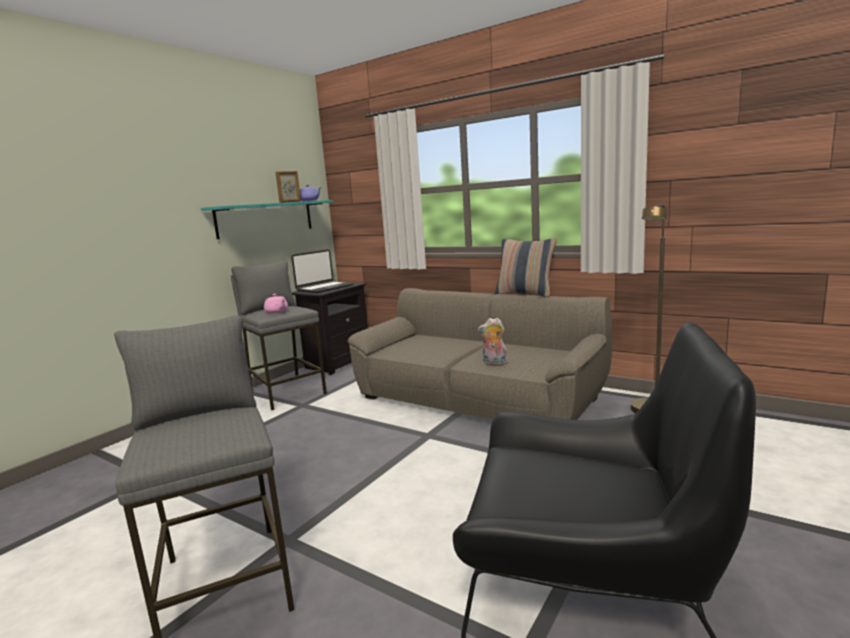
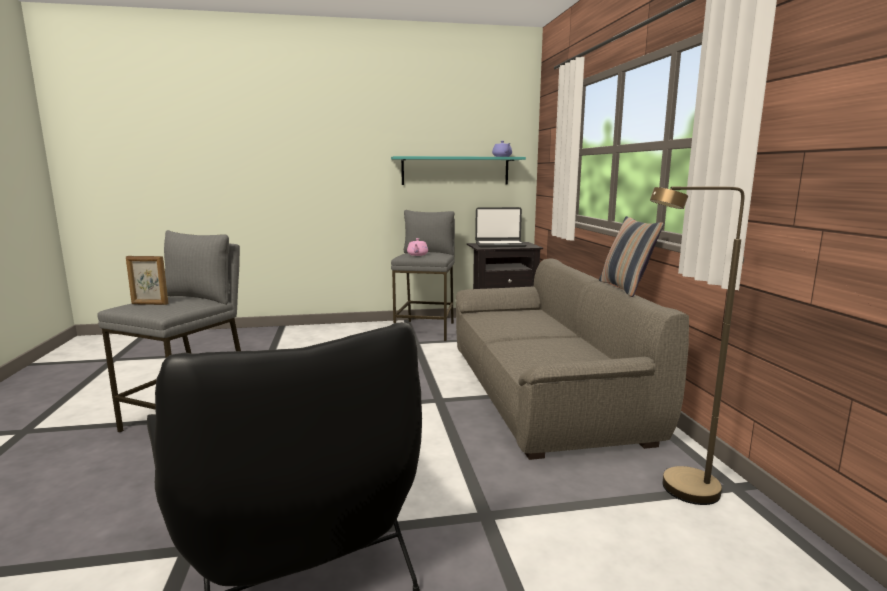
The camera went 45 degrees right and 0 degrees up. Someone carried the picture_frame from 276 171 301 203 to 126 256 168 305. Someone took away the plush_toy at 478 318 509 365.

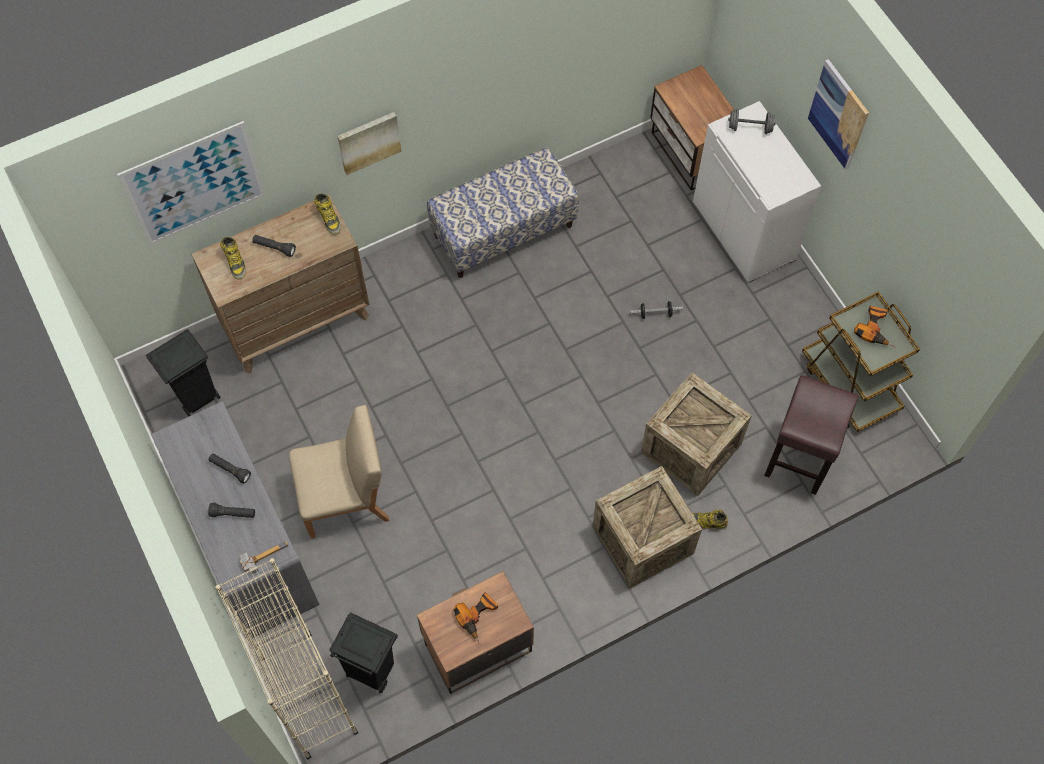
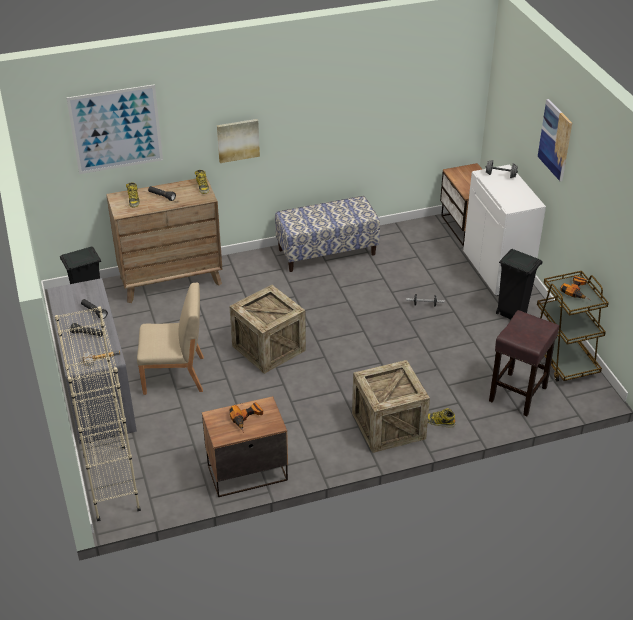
The camera went 10 degrees right and 25 degrees down. Someone carried the crate from 641 372 752 496 to 229 285 306 374. Someone carried the black_trash_can from 329 613 398 693 to 496 249 543 319.

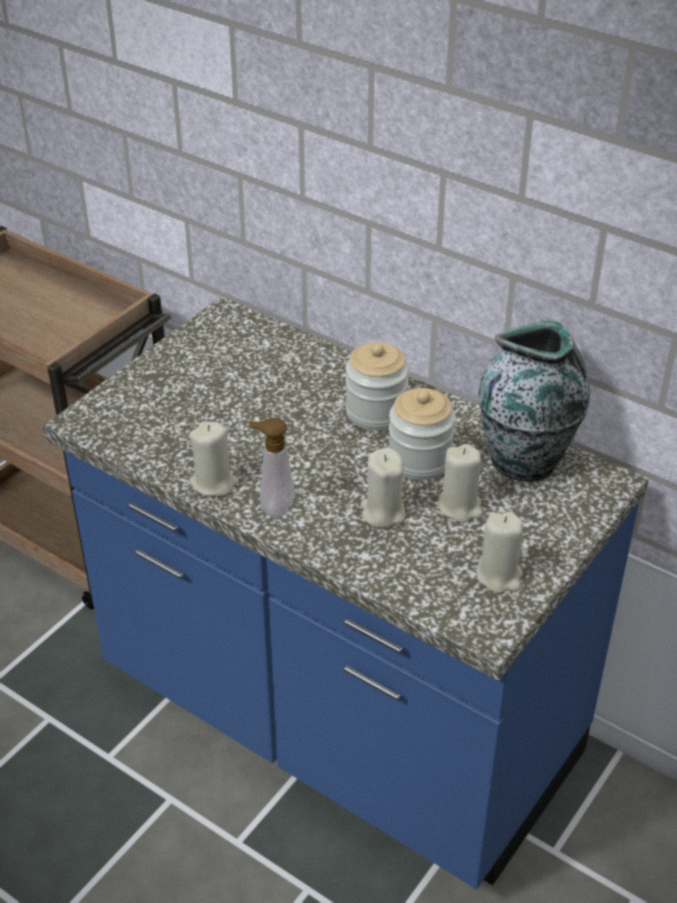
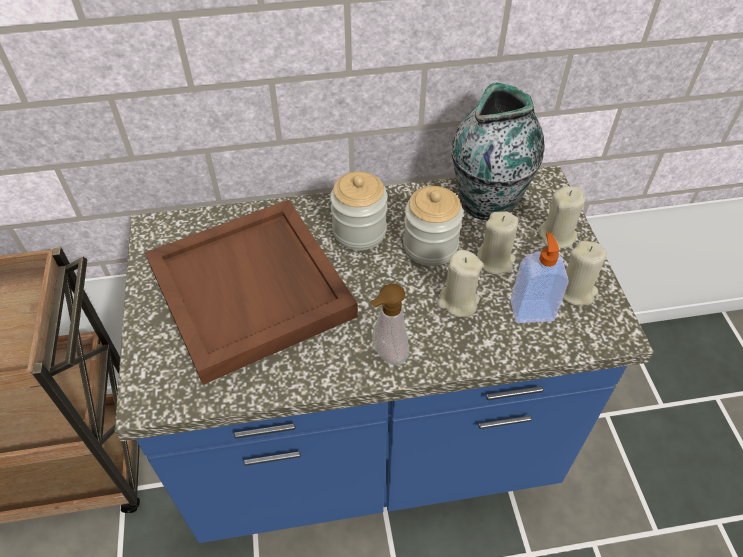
The camera went 45 degrees left and 10 degrees up. Someone carried the beige_candle from 189 422 239 496 to 538 186 585 248. Someone put down the brown_tray at 145 200 358 385. Someone put down the soap_dispenser at 510 233 569 323.

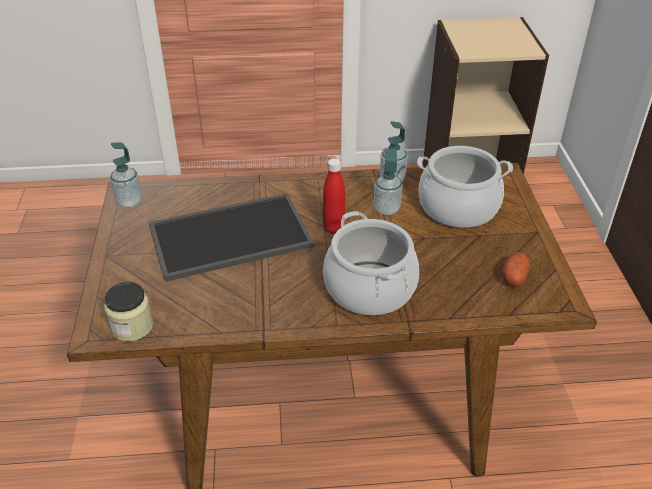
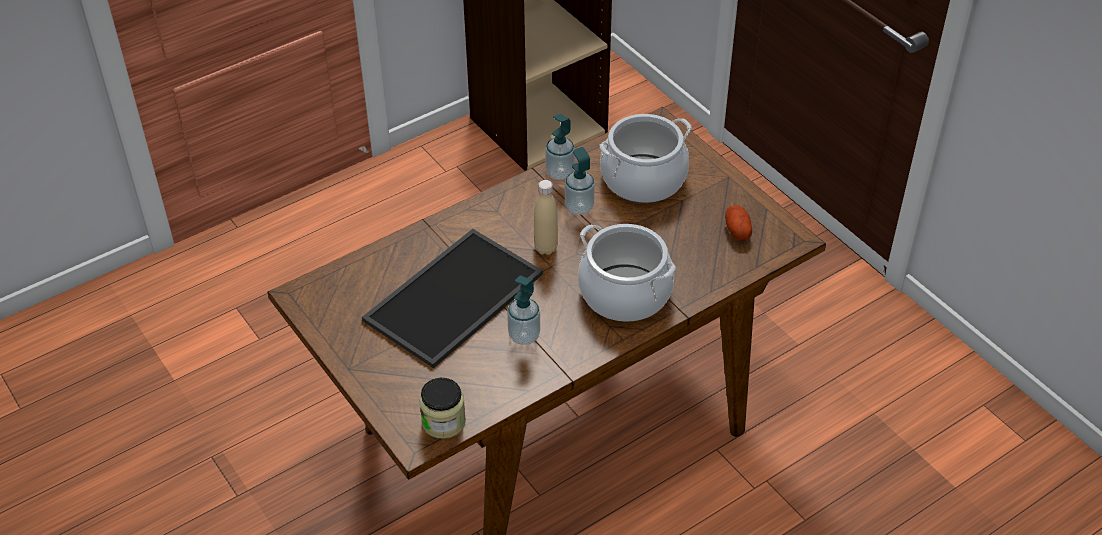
The camera went 30 degrees left and 5 degrees up. Someone carried the soap_dispenser from 110 142 142 207 to 507 275 540 345. Someone repainted the red_bottle at 323 158 345 234, which became the beige_bottle at 534 180 558 255.

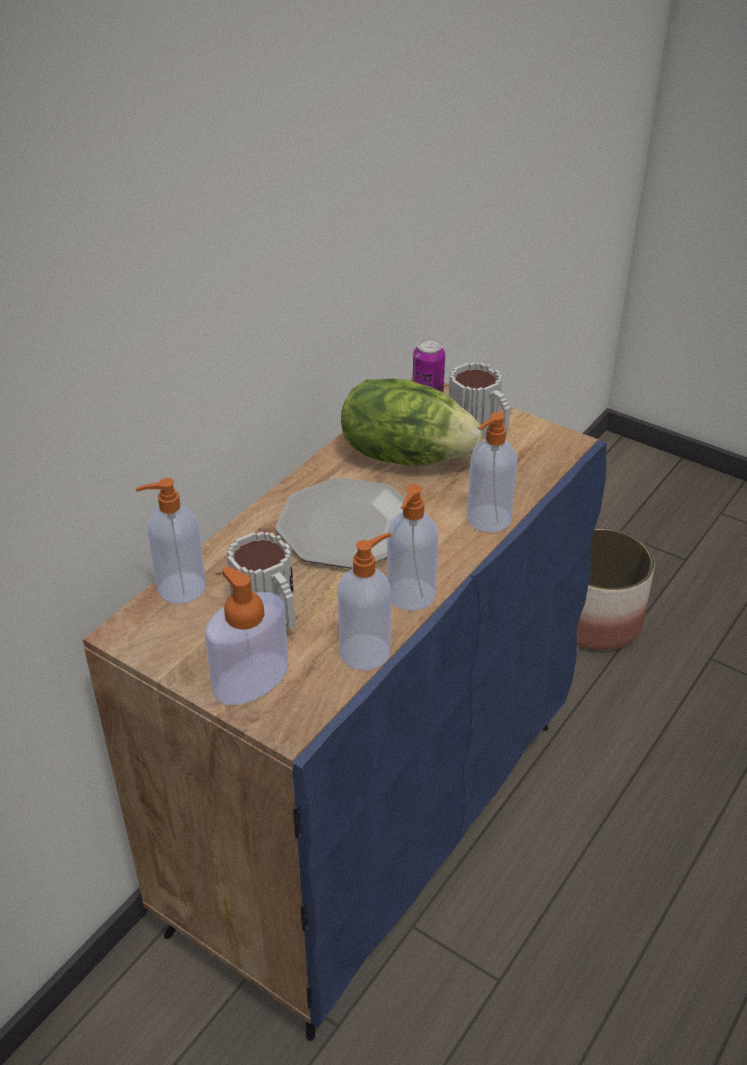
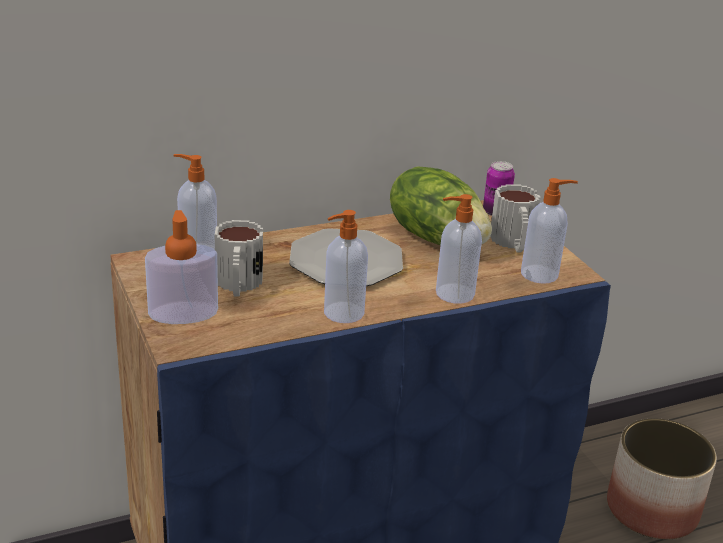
The camera went 30 degrees right and 10 degrees down. Someone carried the soap_dispenser from 338 532 391 670 to 521 178 578 284.

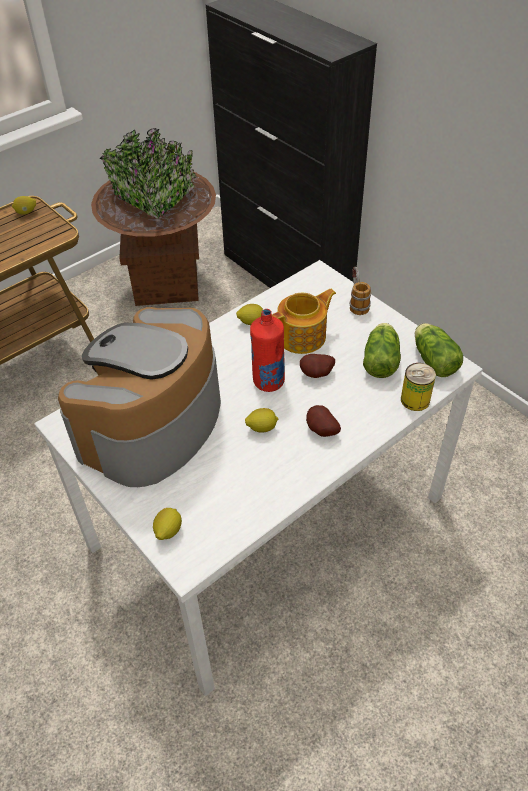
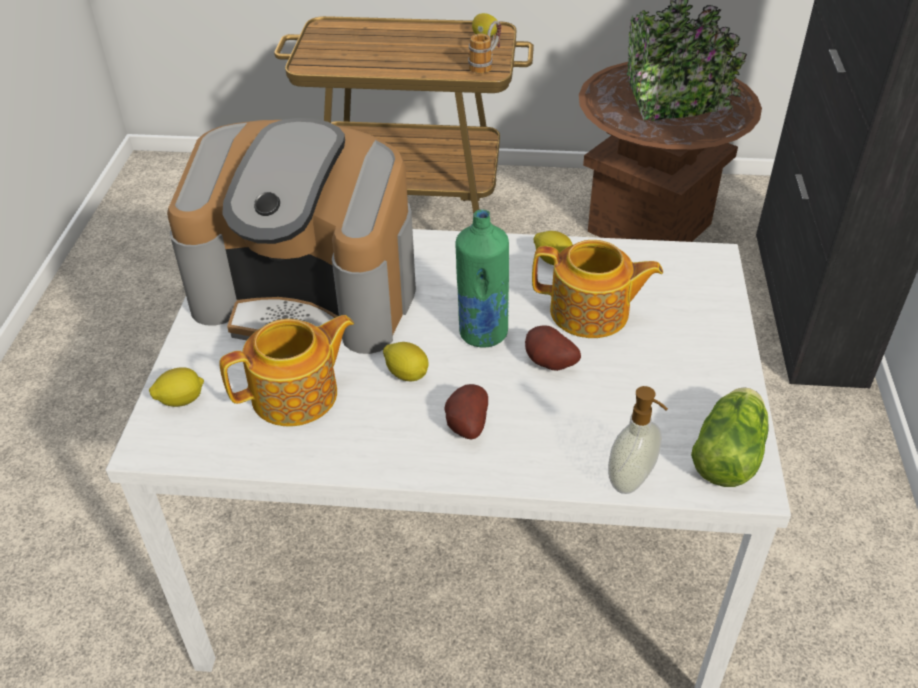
The camera went 45 degrees right and 5 degrees down. Someone carried the mug from 349 267 371 315 to 468 21 501 74. Someone rotated the coffee_machine at 58 307 221 487 by 150 degrees counterclockwise. Someone repainted the red_bottle at 250 309 285 392, which became the green_bottle at 456 209 509 348. Someone took away the lettuce at 363 323 401 378. Someone swapped the can at 401 363 436 411 for the soap_dispenser at 608 386 668 494. Someone put down the teapot at 219 315 354 426.

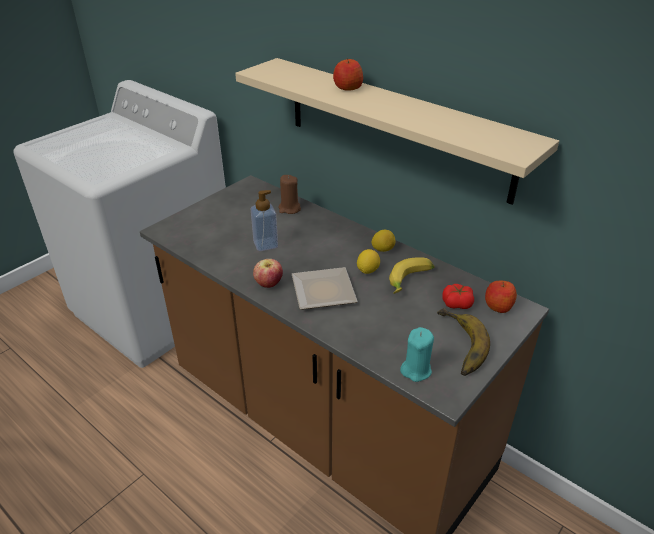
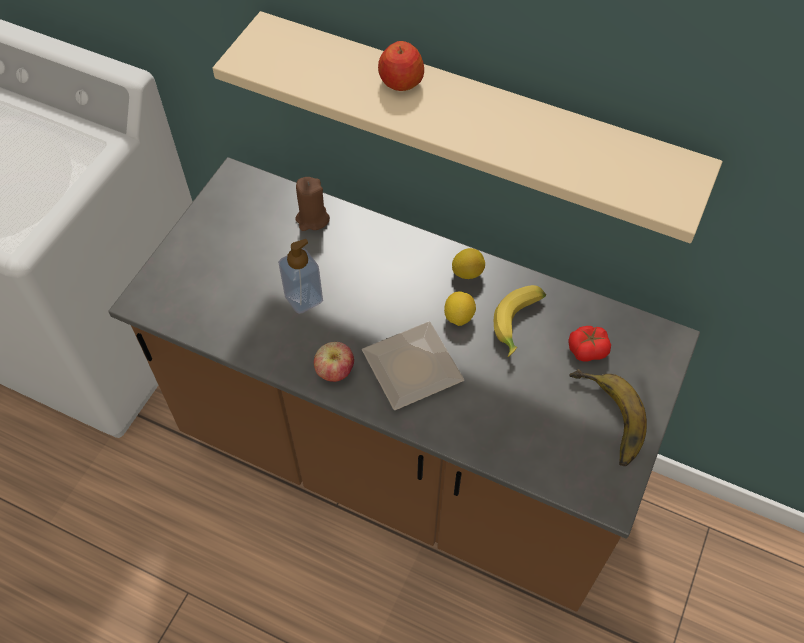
The camera went 15 degrees left and 20 degrees up. Someone took away the apple at 485 281 517 313. Someone took away the turquoise_candle at 400 327 434 382.

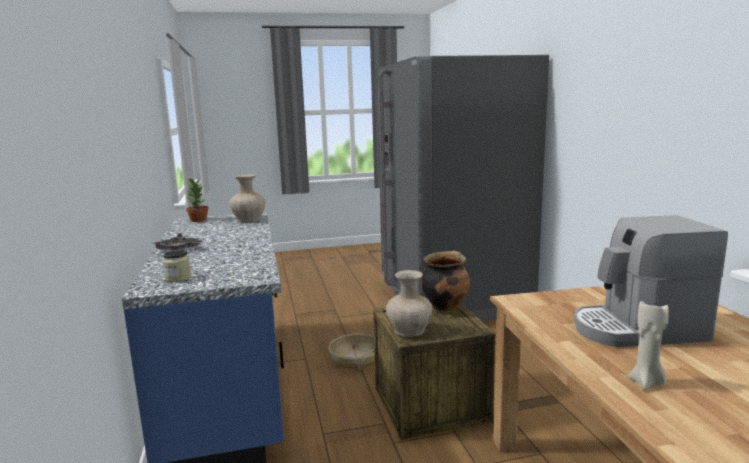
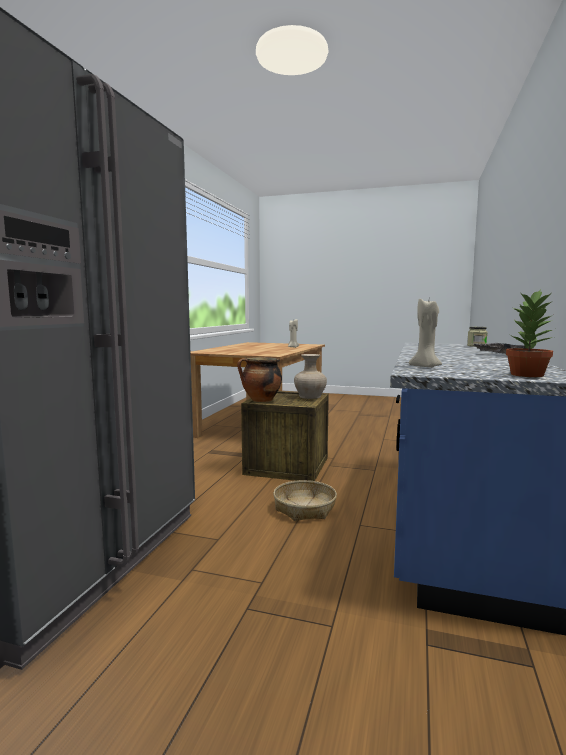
The camera went 150 degrees left and 5 degrees down. Someone swapped the beige_vase at 230 174 265 222 for the beige_candle at 409 299 442 368. Someone took away the coffee_machine at 574 215 728 347.

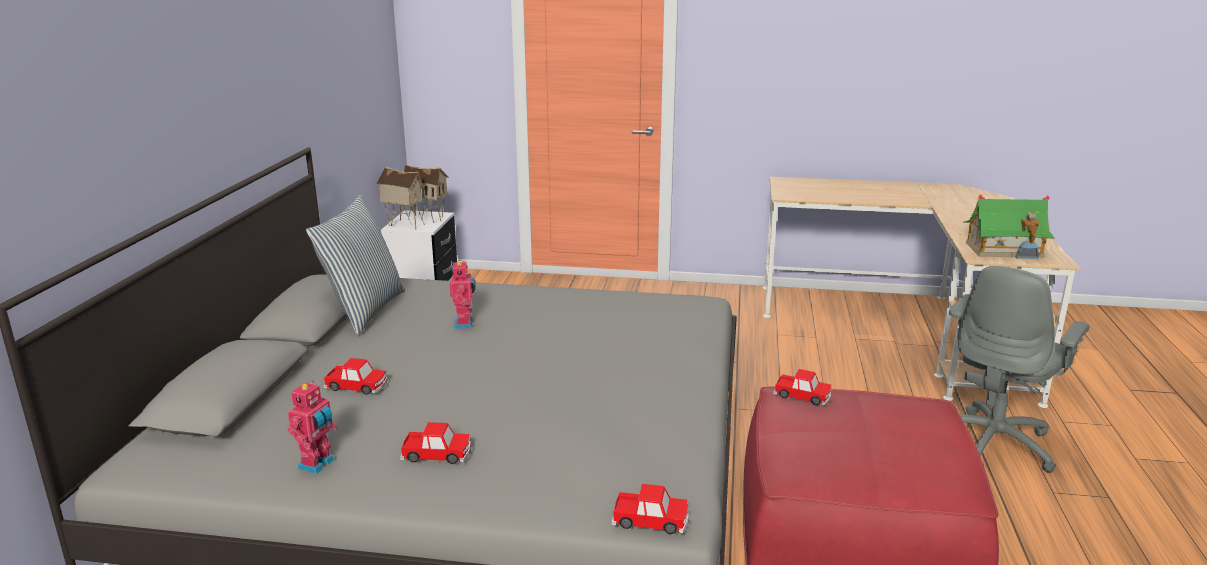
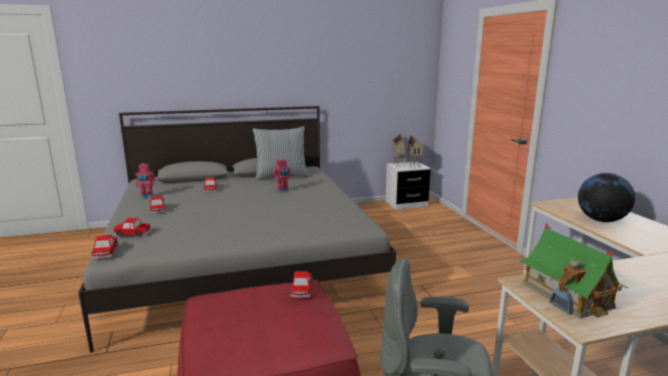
The camera went 65 degrees right and 5 degrees down. Someone put down the globe at 578 173 635 222. Someone put down the toy_car at 114 217 152 237.

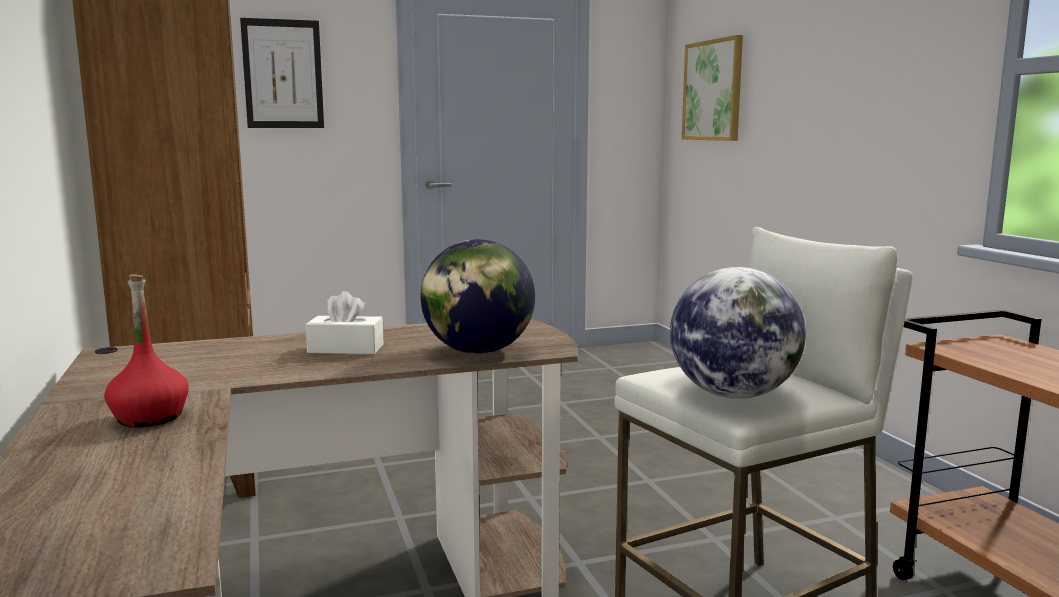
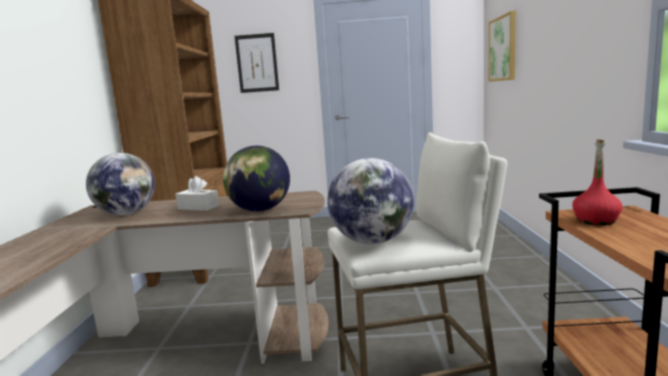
The camera went 20 degrees right and 0 degrees up. Someone carried the red_bottle from 104 274 189 428 to 572 139 622 225. Someone put down the globe at 86 153 155 215.

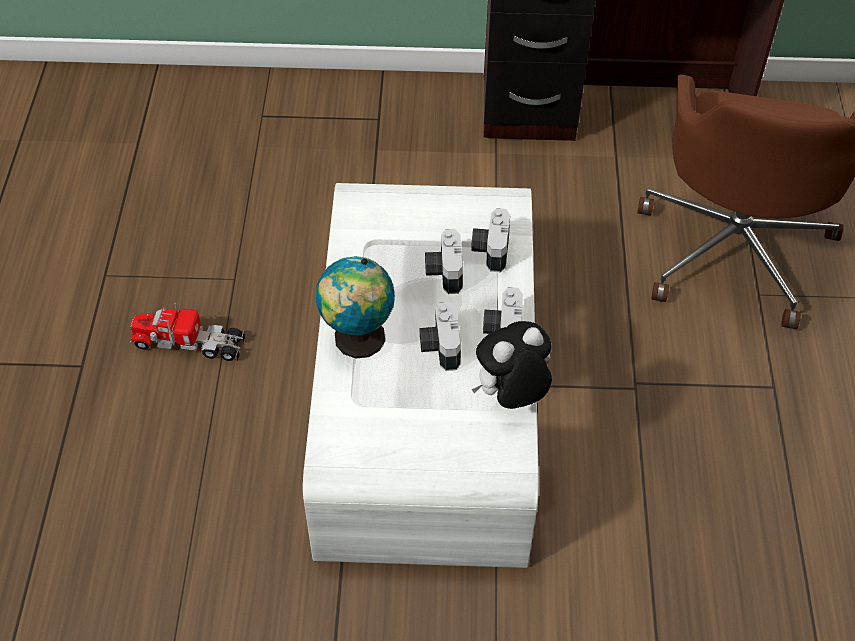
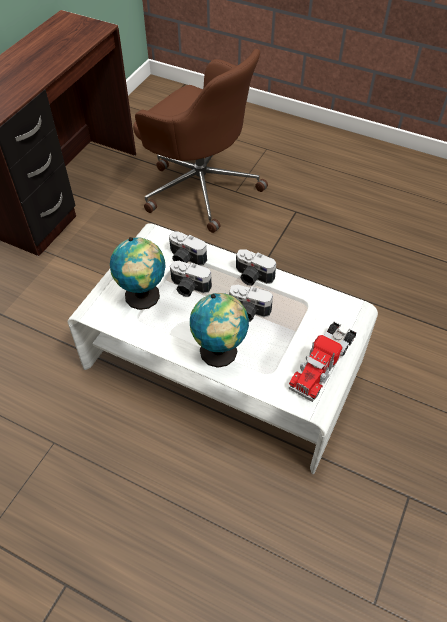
The camera went 65 degrees left and 0 degrees up. Someone carried the toy_truck from 130 302 245 362 to 289 321 356 402. Someone took away the plush_toy at 472 321 552 409. Someone put down the globe at 110 237 166 310.

